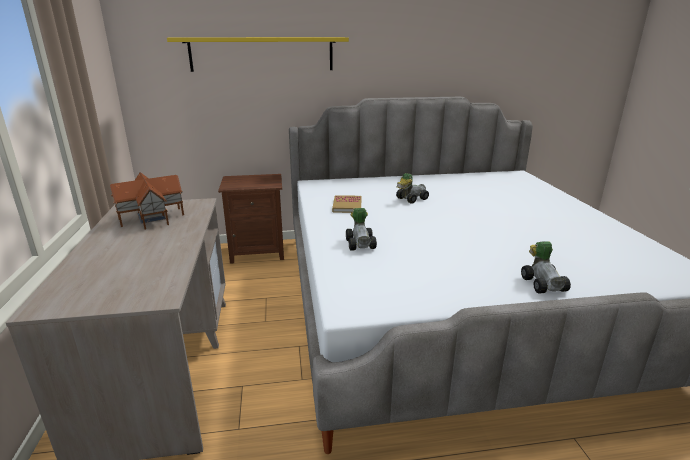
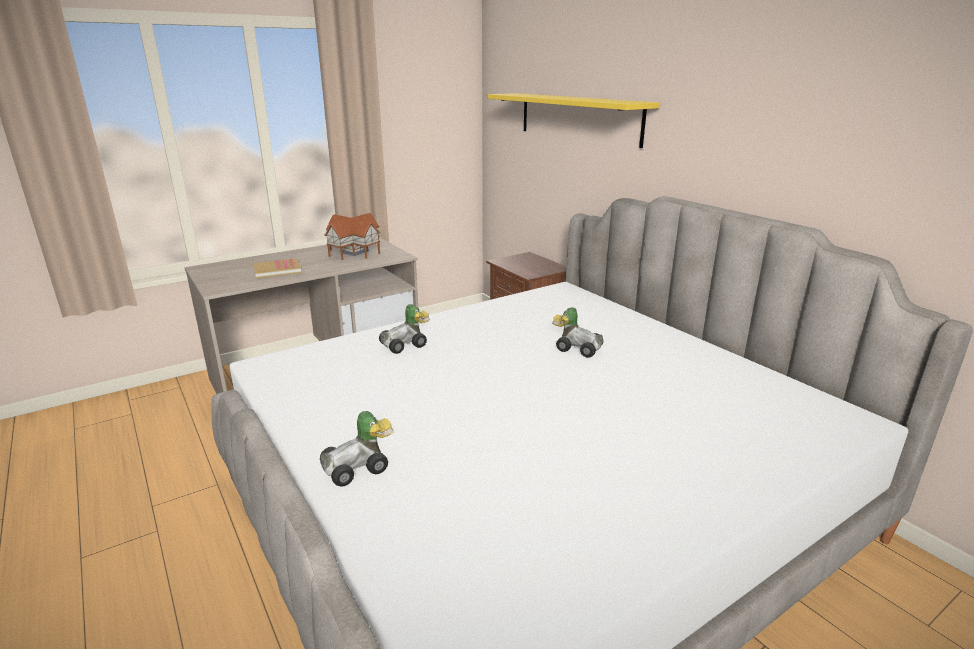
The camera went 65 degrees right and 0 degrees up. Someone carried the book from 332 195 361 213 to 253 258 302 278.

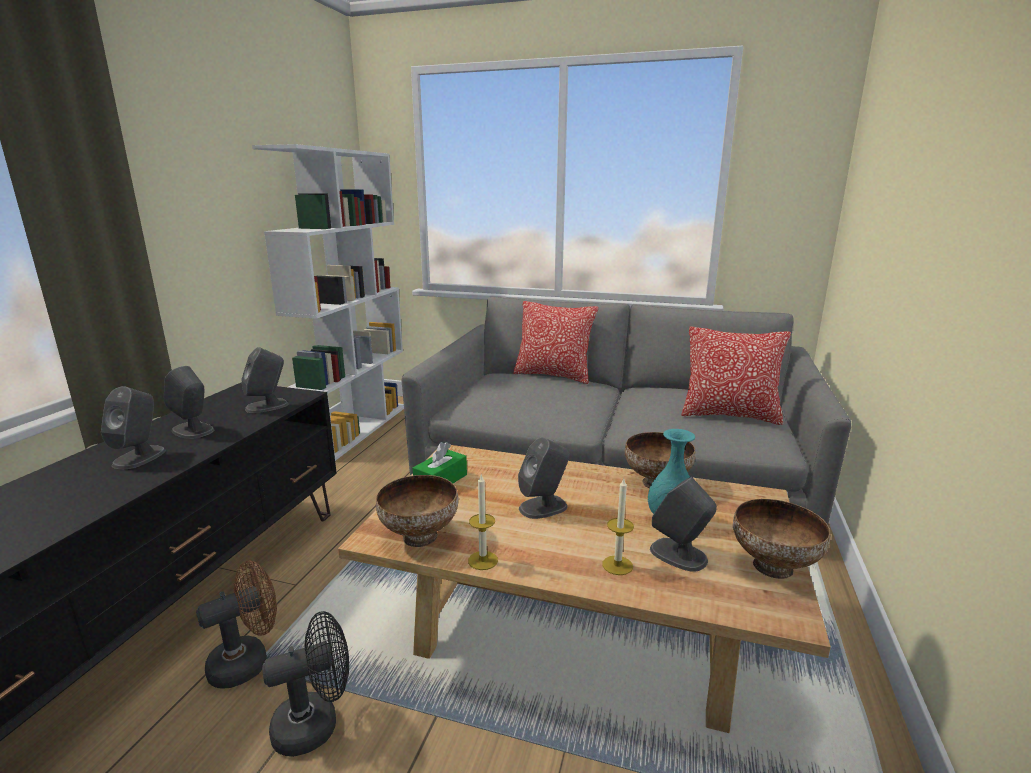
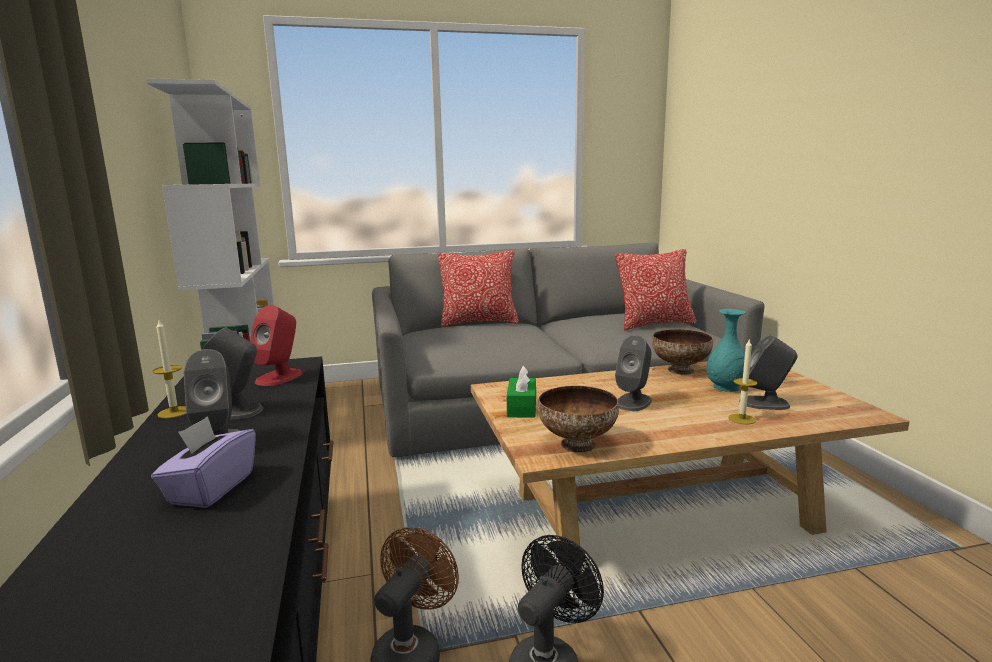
The camera went 30 degrees left and 5 degrees down. Someone repainted the grey_speaker at 241 347 288 413, which became the red_speaker at 250 305 303 386. Someone carried the candle from 468 475 498 570 to 152 320 186 418. Someone took away the bowl at 733 499 830 579. Someone put down the purple_tissue_box at 151 416 256 508.

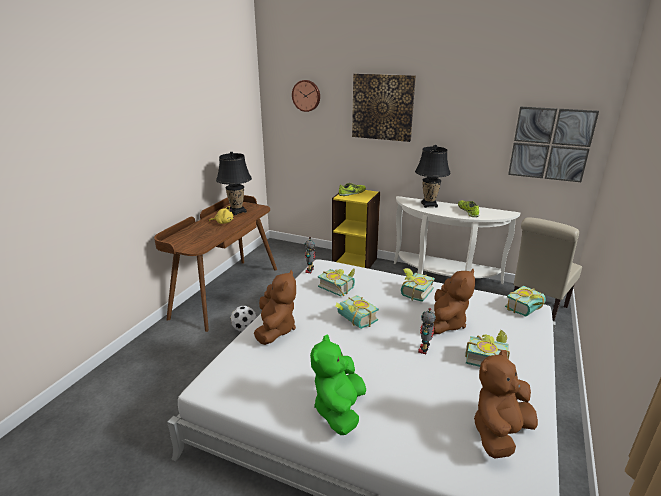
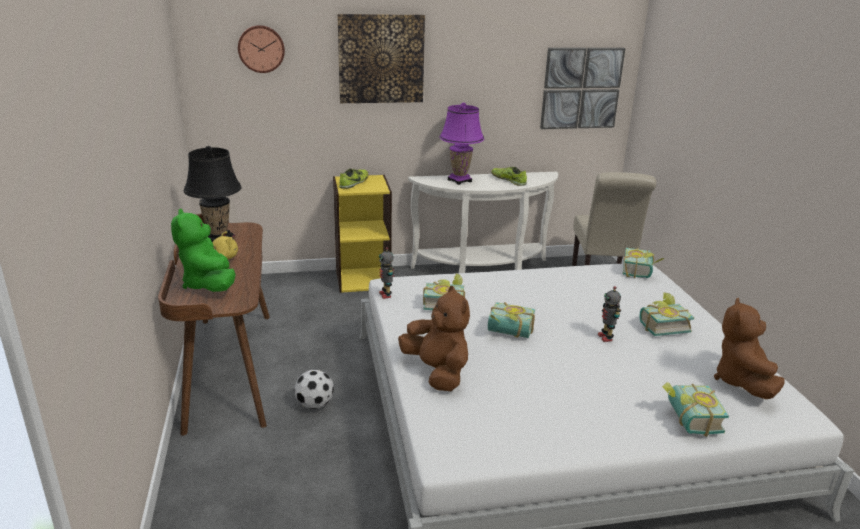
The camera went 35 degrees left and 0 degrees up. Someone repainted the black_table_lamp at 415 145 451 208, which became the purple_table_lamp at 440 102 484 185. Someone carried the book from 401 268 435 302 to 662 382 729 437. Someone took away the brown_plush_toy at 433 269 476 334. Someone carried the green_plush_toy from 310 335 366 435 to 171 209 236 292.

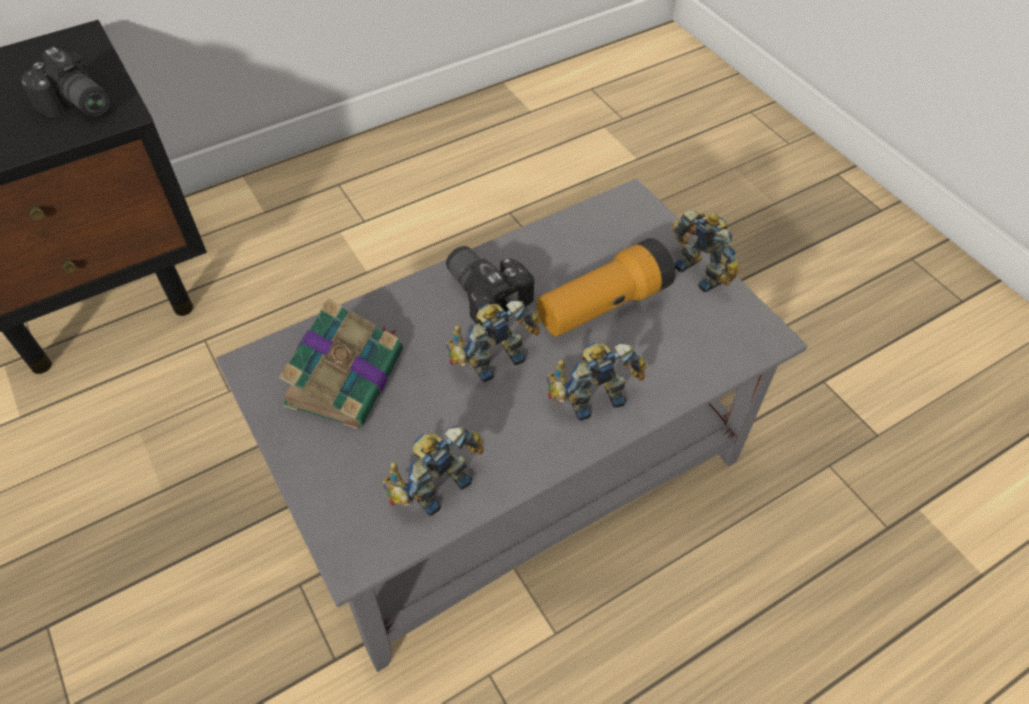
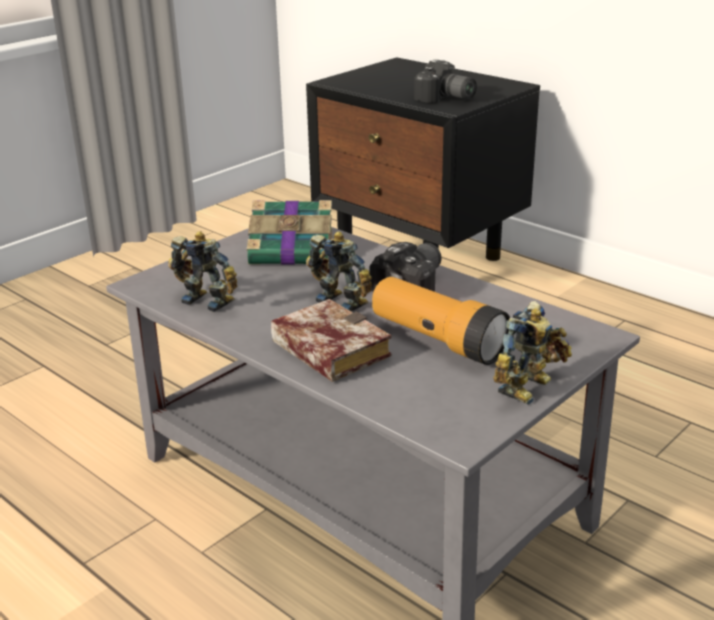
The camera went 75 degrees right and 25 degrees down. Someone rotated the photo_camera at 21 47 110 117 by 75 degrees counterclockwise. Someone swapped the toy_robot at 547 342 647 421 for the book at 271 299 391 382.

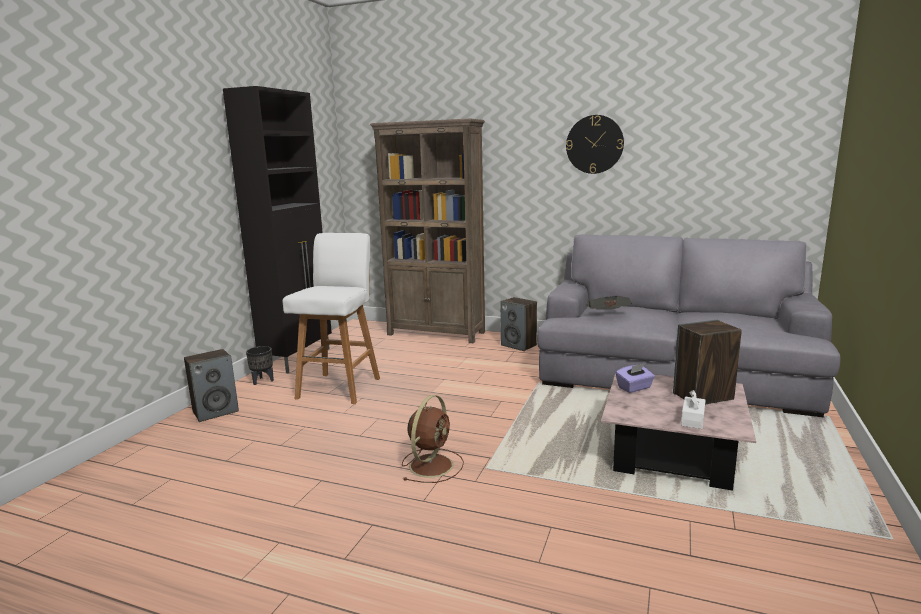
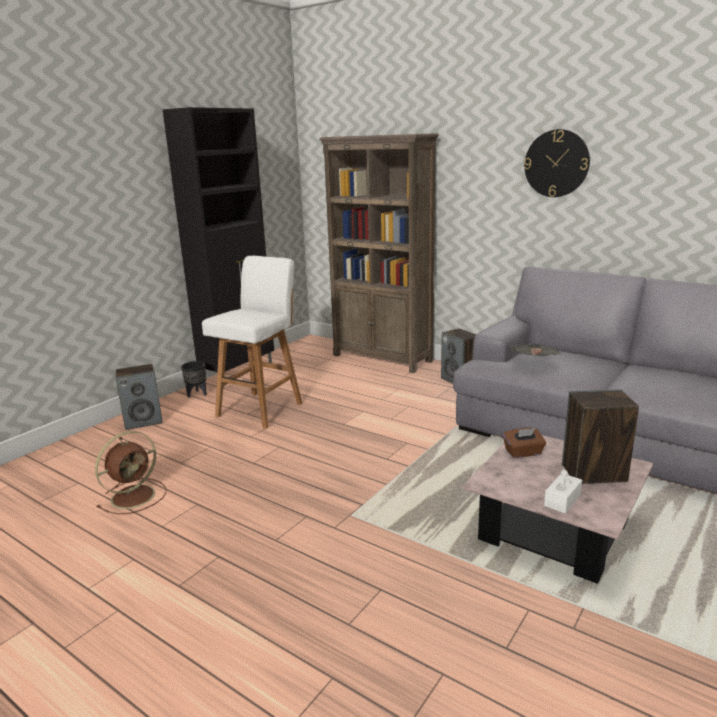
The camera went 15 degrees right and 5 degrees up. Someone repainted the purple_tissue_box at 616 363 655 393, which became the brown_tissue_box at 503 428 546 458. Someone carried the brown_fan from 402 395 464 483 to 95 431 166 514.

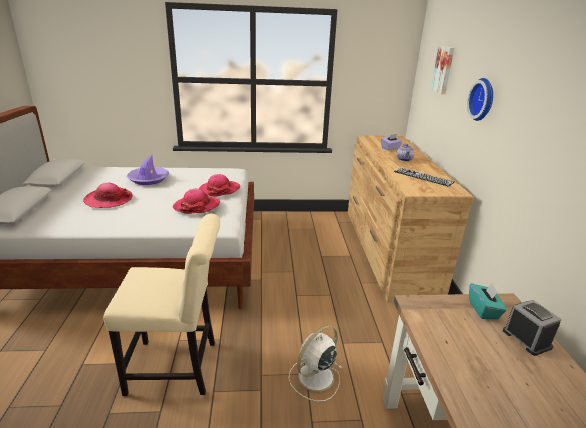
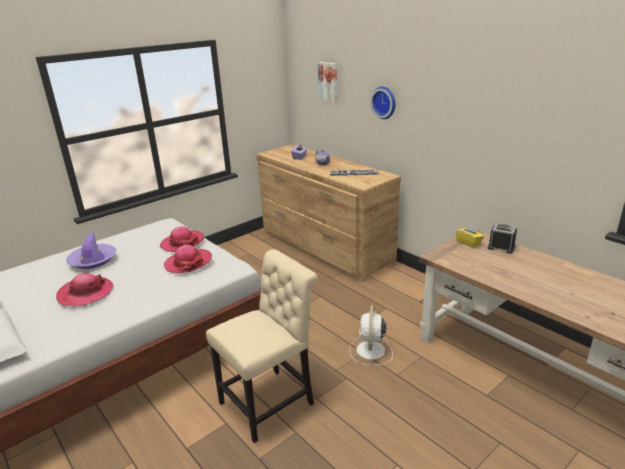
The camera went 35 degrees left and 0 degrees up. Someone repainted the turquoise_tissue_box at 469 283 507 319, which became the yellow_tissue_box at 456 224 484 248.

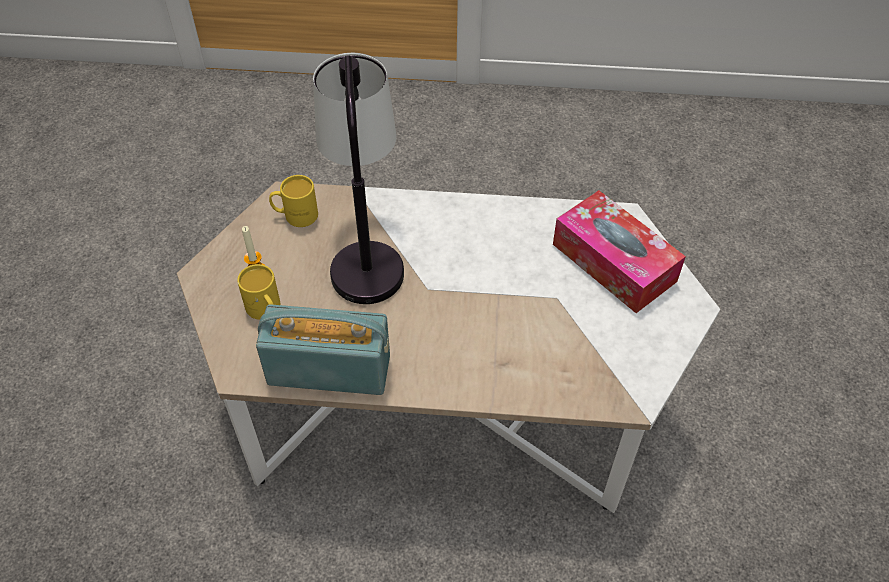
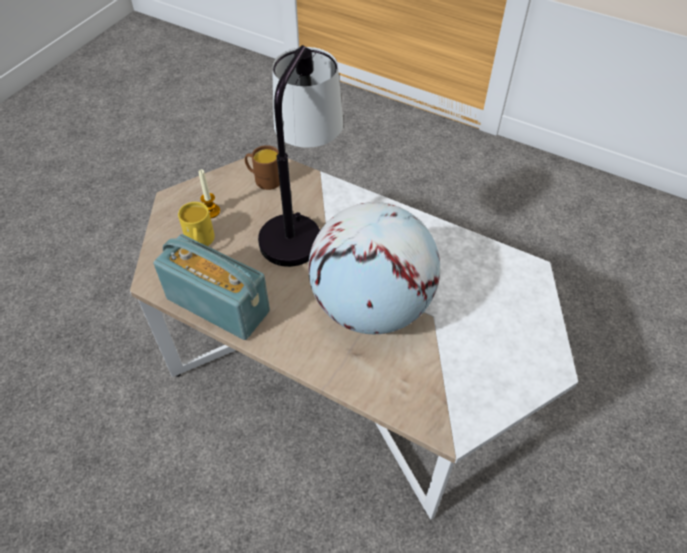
The camera went 25 degrees right and 0 degrees up. Someone repainted the yellow_mug at 269 175 318 227, which became the brown_mug at 245 145 280 190. Someone took away the tissue_box at 553 190 686 313. Someone put down the globe at 308 202 440 334.

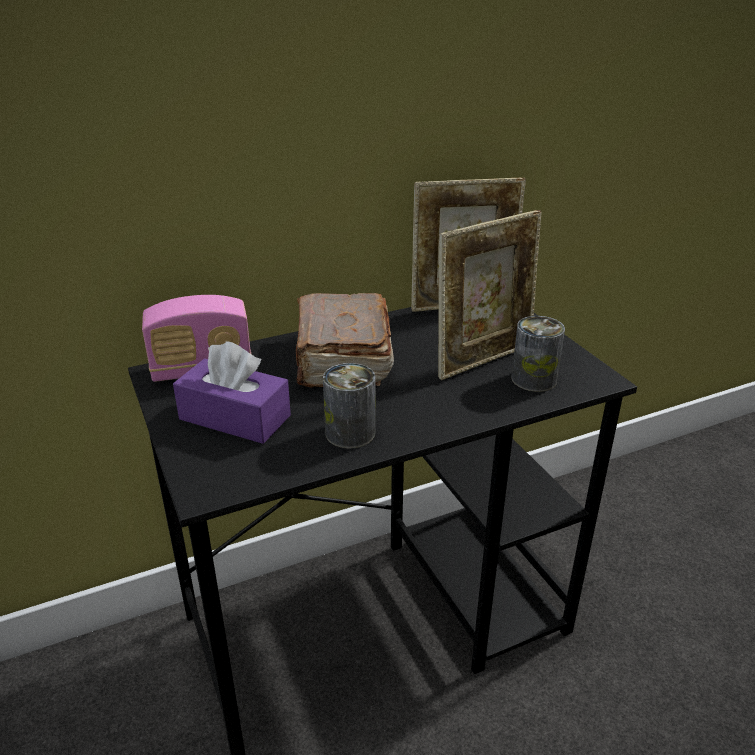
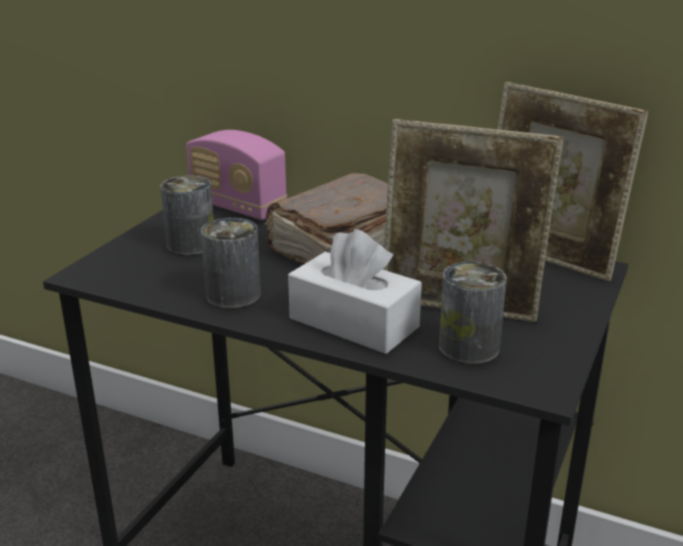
The camera went 50 degrees right and 5 degrees down. Someone swapped the purple_tissue_box at 173 341 291 444 for the can at 160 175 214 255. Someone put down the white_tissue_box at 288 229 422 354.

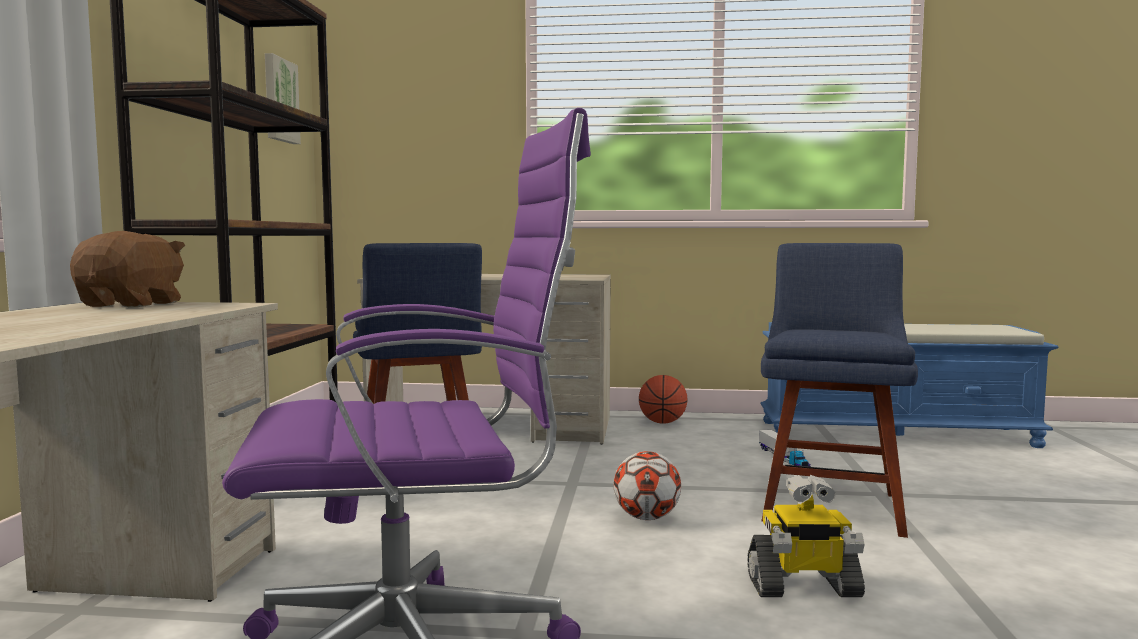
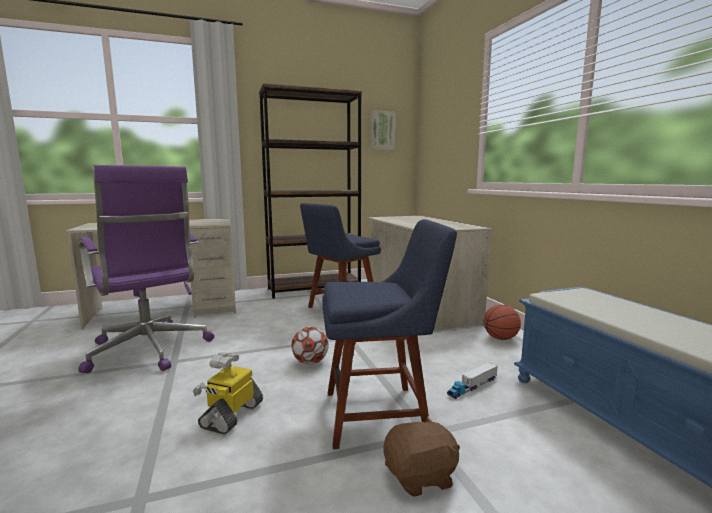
The camera went 65 degrees right and 5 degrees up. Someone carried the brown_plush_toy from 70 231 185 307 to 384 416 460 497. Someone rotated the toy_robot at 747 475 865 597 by 45 degrees clockwise.

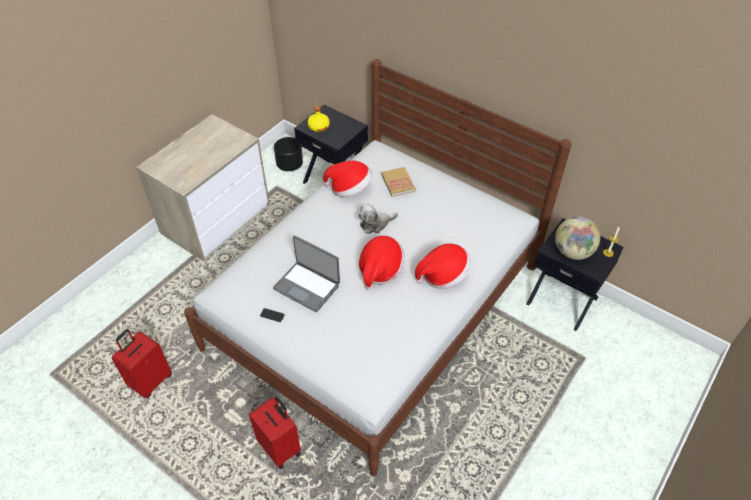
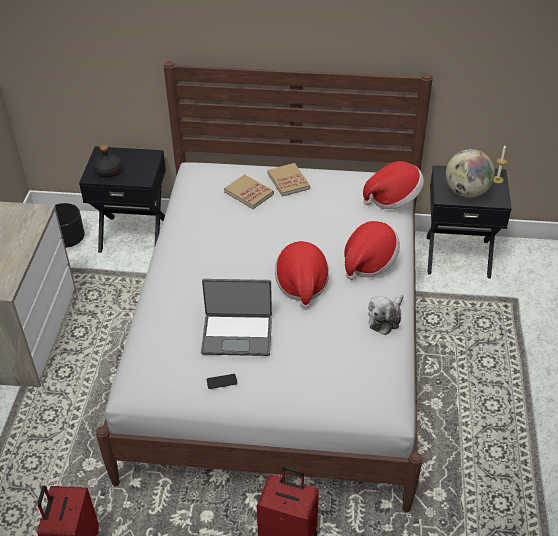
The camera went 30 degrees left and 5 degrees down. Someone repainted the yellow_bottle at 307 106 330 132, which became the black_bottle at 93 145 122 177. Someone carried the hat from 323 161 373 197 to 363 161 424 209. Someone carried the plush_toy from 358 203 398 234 to 368 295 403 335. Someone put down the book at 268 163 310 197.

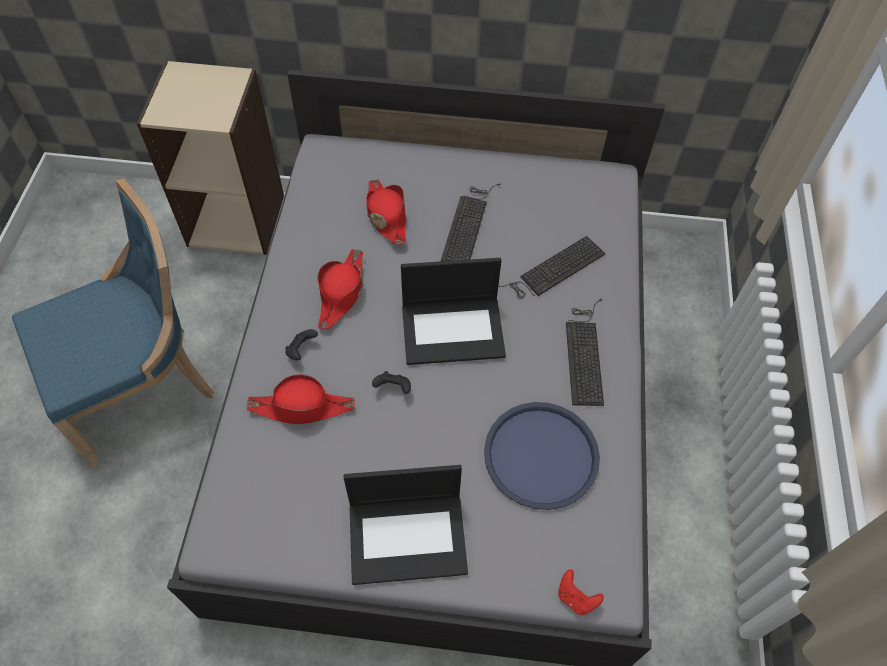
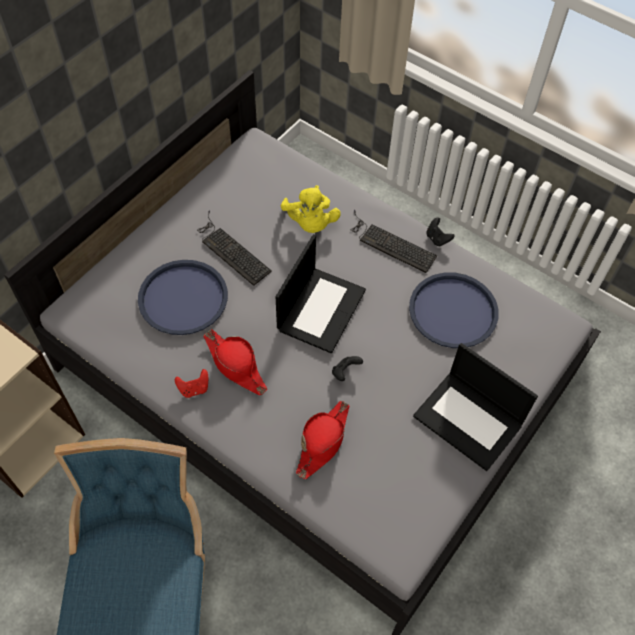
The camera went 60 degrees left and 0 degrees up. Someone swapped the red_hat at 366 179 406 245 for the blue_tray at 138 260 228 335. Someone swapped the keyboard at 498 236 605 299 for the yellow_plush_toy at 281 185 341 233. Someone carried the black_game_controller from 285 329 318 360 to 426 217 455 247. Someone rotated the laptop at 344 465 468 585 by 105 degrees clockwise. Someone carried the red_game_controller from 558 569 604 615 to 175 369 208 398.

